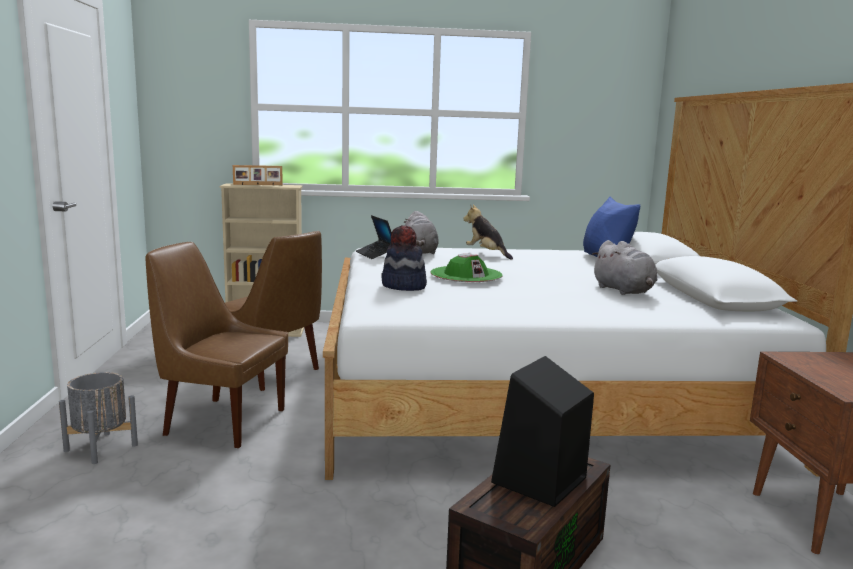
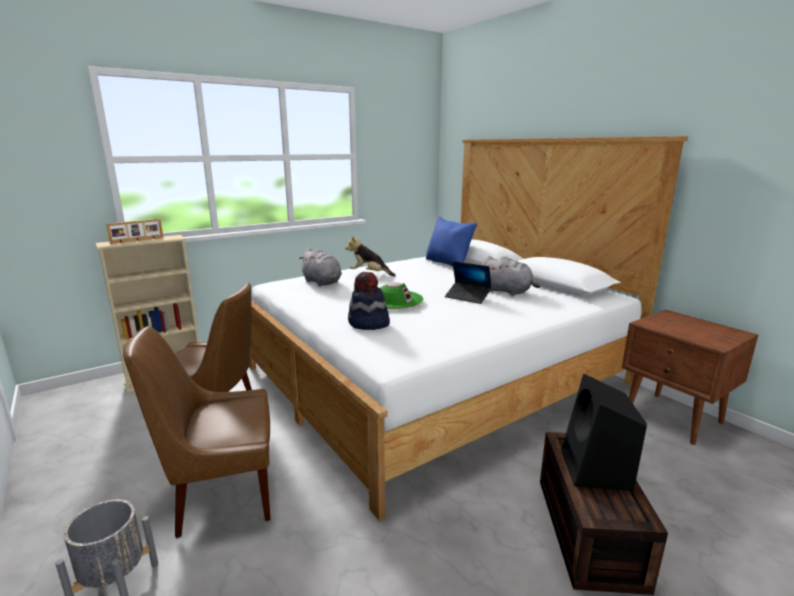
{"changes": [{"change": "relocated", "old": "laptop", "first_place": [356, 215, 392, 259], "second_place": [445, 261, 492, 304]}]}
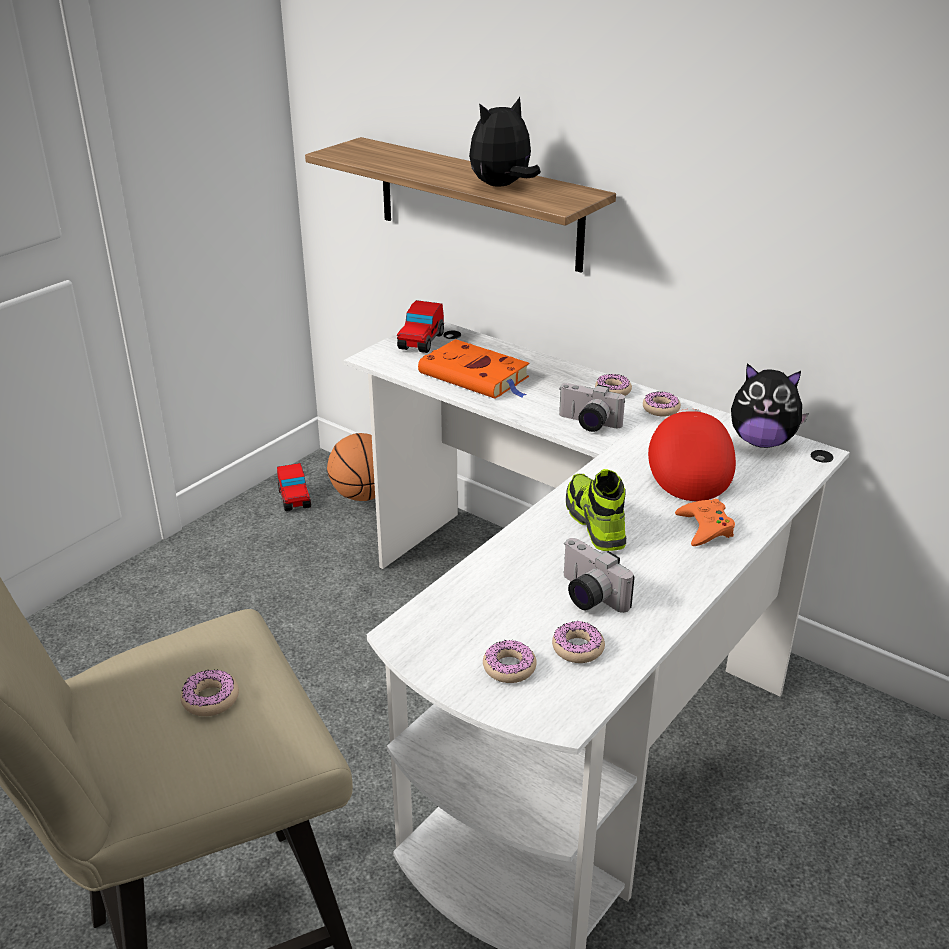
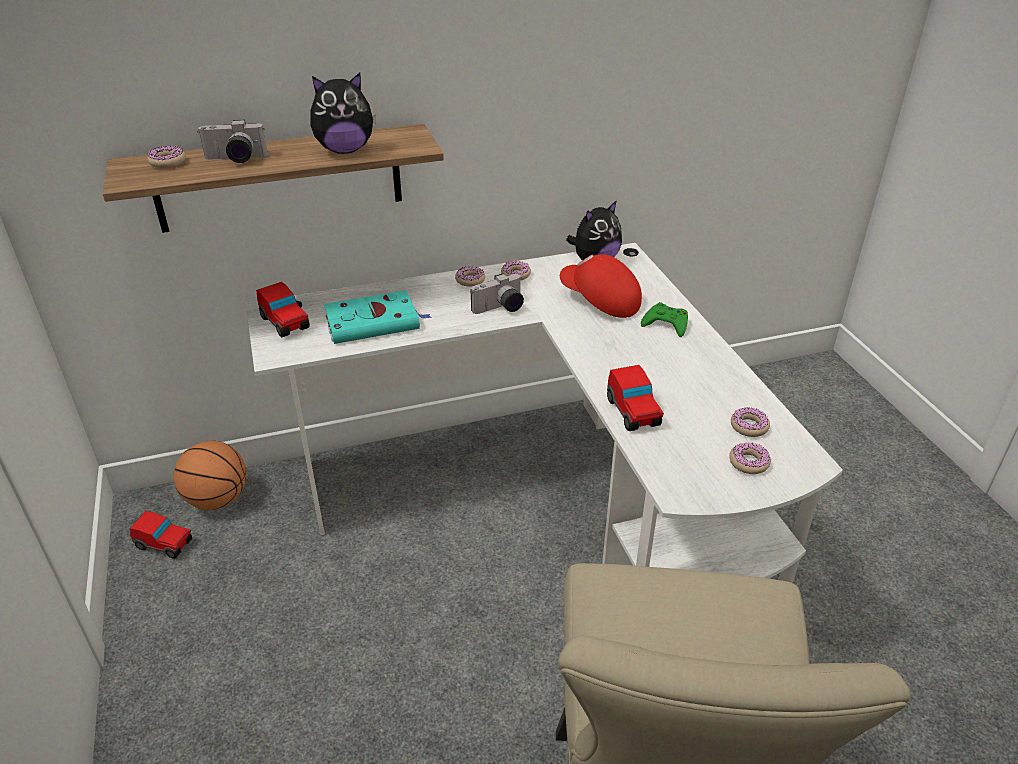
{"changes": [{"change": "missing", "old": "shoe", "first_place": [566, 469, 626, 551]}, {"change": "appeared", "new": "toy car", "second_place": [607, 365, 664, 431]}, {"change": "relocated", "old": "donut", "first_place": [180, 670, 239, 716], "second_place": [147, 146, 186, 168]}, {"change": "relocated", "old": "photo camera", "first_place": [564, 538, 635, 613], "second_place": [197, 120, 268, 163]}, {"change": "colour", "old": "orange book", "new": "turquoise book", "first_place": [418, 339, 529, 399], "second_place": [324, 290, 431, 344]}, {"change": "colour", "old": "orange game controller", "new": "green game controller", "first_place": [675, 499, 735, 546], "second_place": [641, 302, 688, 337]}, {"change": "spun", "old": "plush toy", "first_place": [469, 97, 541, 187], "second_place": [310, 73, 376, 154], "degrees": -105}]}
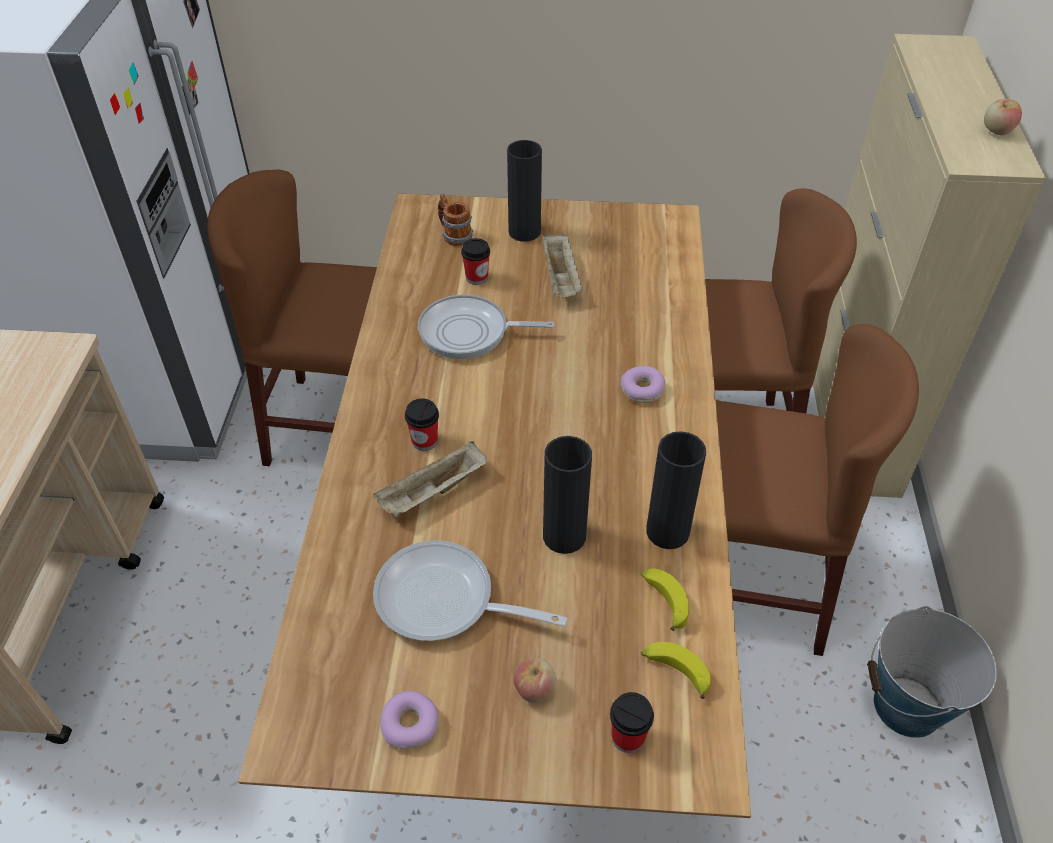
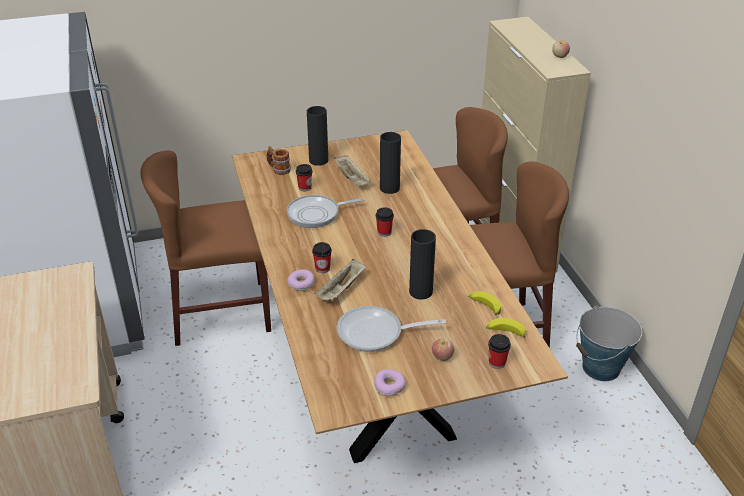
{"changes": [{"change": "appeared", "new": "cup", "second_place": [376, 207, 394, 237]}, {"change": "relocated", "old": "donut", "first_place": [620, 366, 665, 403], "second_place": [287, 269, 315, 291]}, {"change": "relocated", "old": "black vase", "first_place": [646, 431, 706, 549], "second_place": [380, 132, 401, 194]}]}
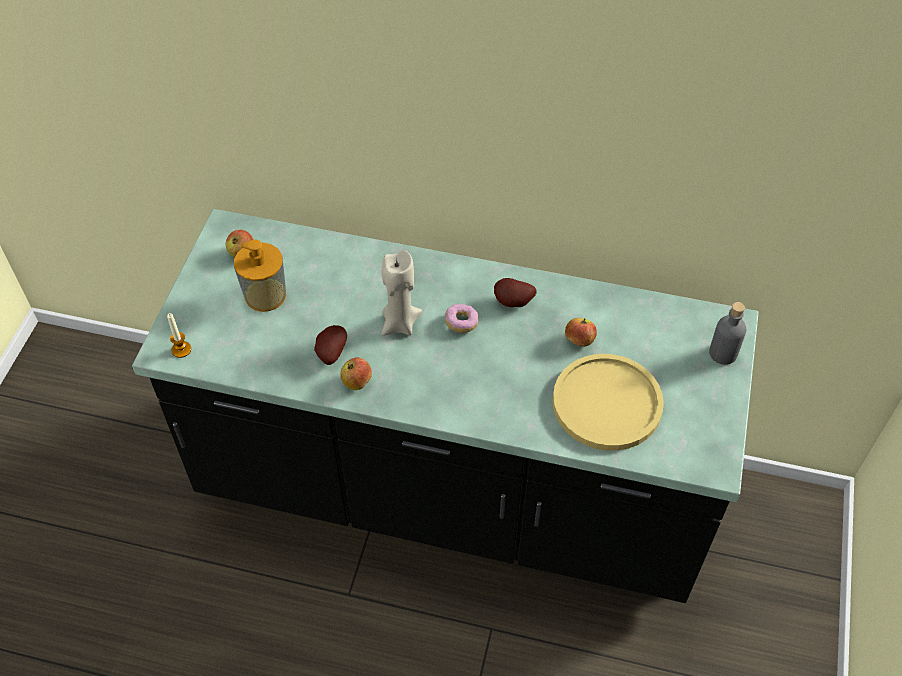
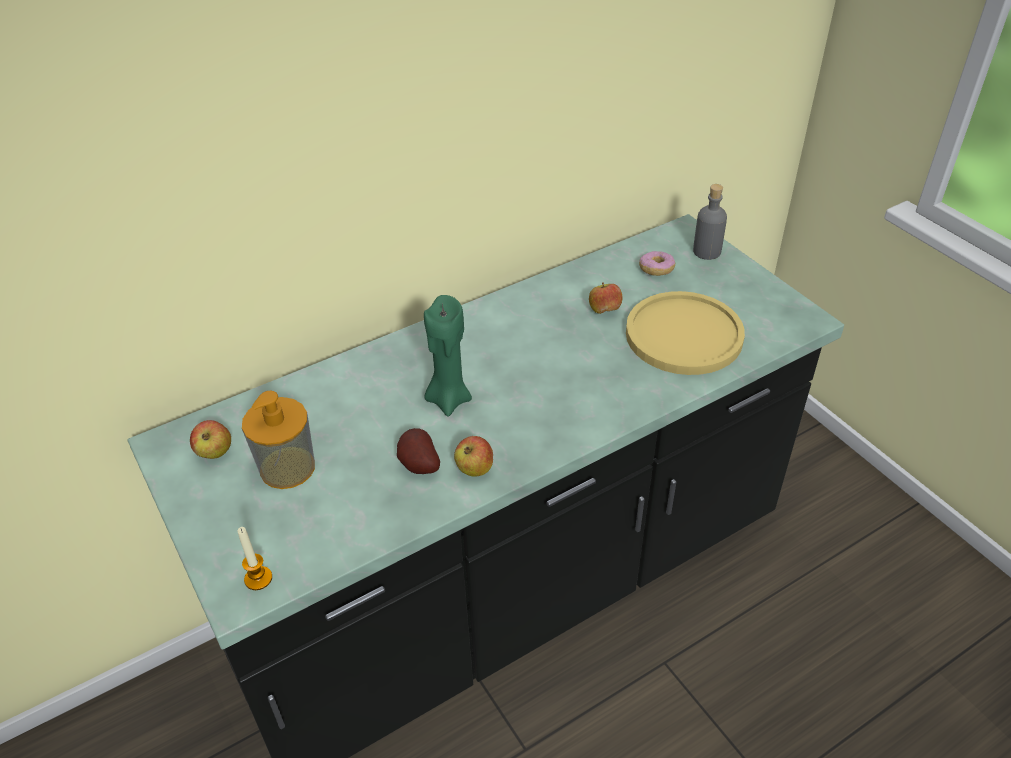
{"changes": [{"change": "missing", "old": "potato", "first_place": [494, 278, 536, 307]}, {"change": "relocated", "old": "donut", "first_place": [445, 304, 478, 333], "second_place": [639, 251, 675, 276]}, {"change": "colour", "old": "beige candle", "new": "green candle", "first_place": [381, 250, 422, 336], "second_place": [424, 295, 472, 417]}]}
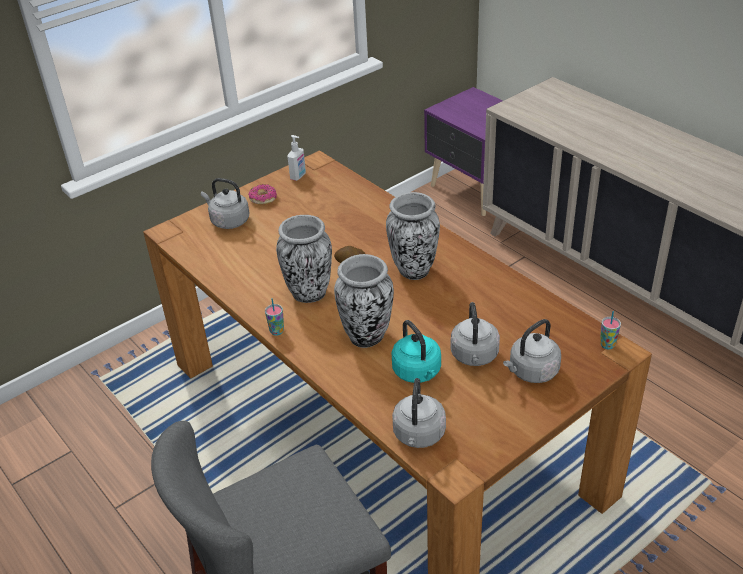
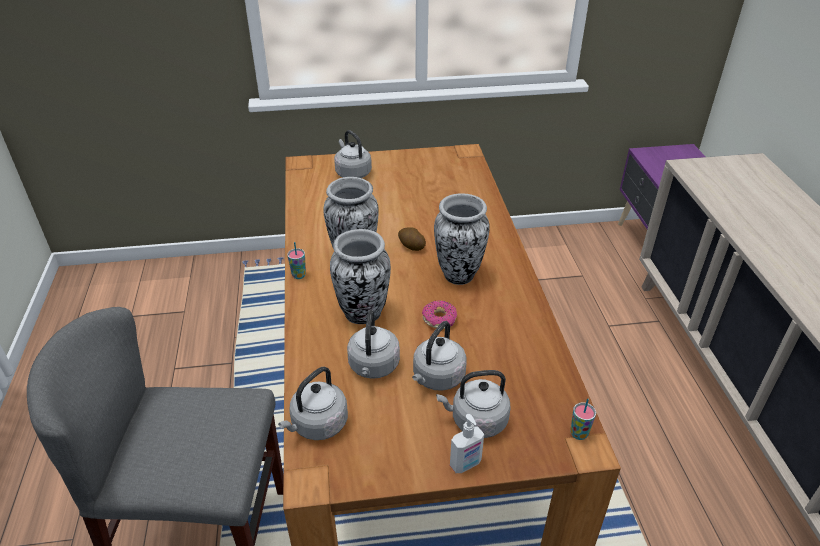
{"changes": [{"change": "relocated", "old": "donut", "first_place": [248, 184, 277, 205], "second_place": [422, 300, 457, 329]}, {"change": "relocated", "old": "soap dispenser", "first_place": [288, 135, 306, 181], "second_place": [450, 414, 484, 473]}, {"change": "colour", "old": "turquoise kettle", "new": "grey kettle", "first_place": [392, 320, 441, 383], "second_place": [347, 310, 400, 379]}]}
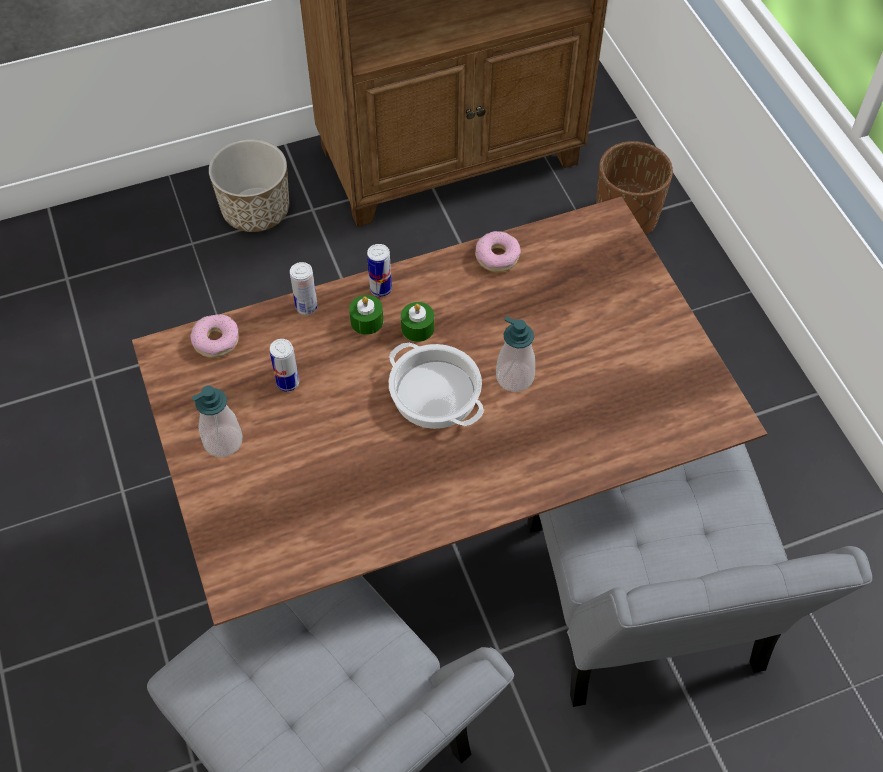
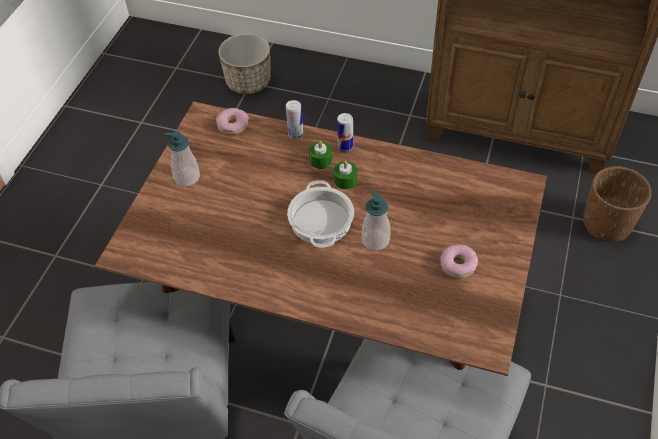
{"changes": [{"change": "missing", "old": "can", "first_place": [270, 339, 299, 392]}, {"change": "relocated", "old": "planter", "first_place": [209, 139, 289, 232], "second_place": [218, 33, 271, 94]}, {"change": "relocated", "old": "donut", "first_place": [475, 231, 521, 272], "second_place": [440, 244, 478, 278]}]}
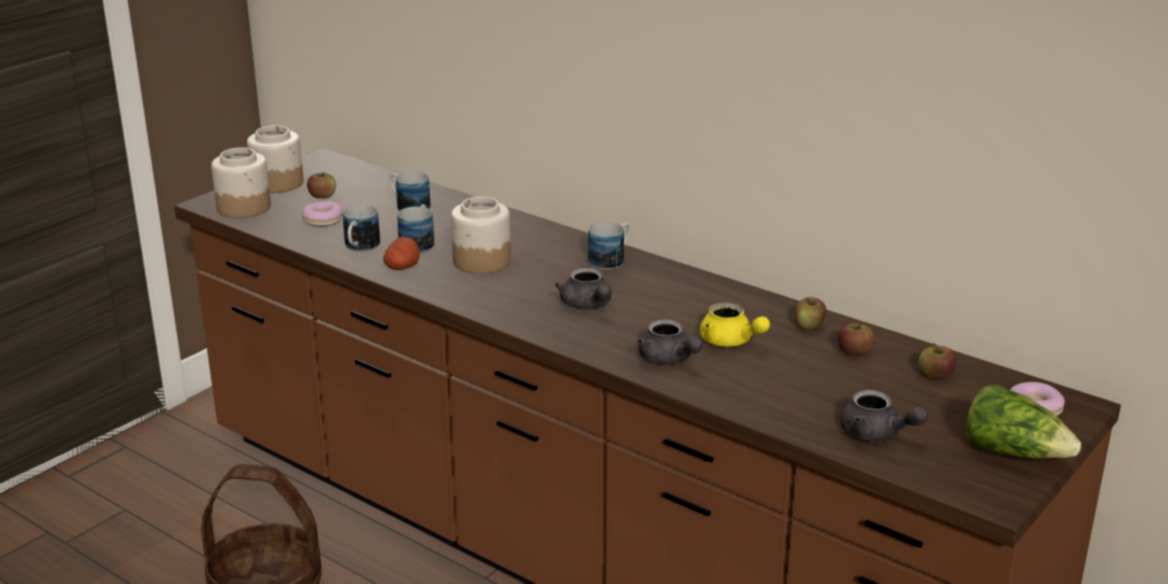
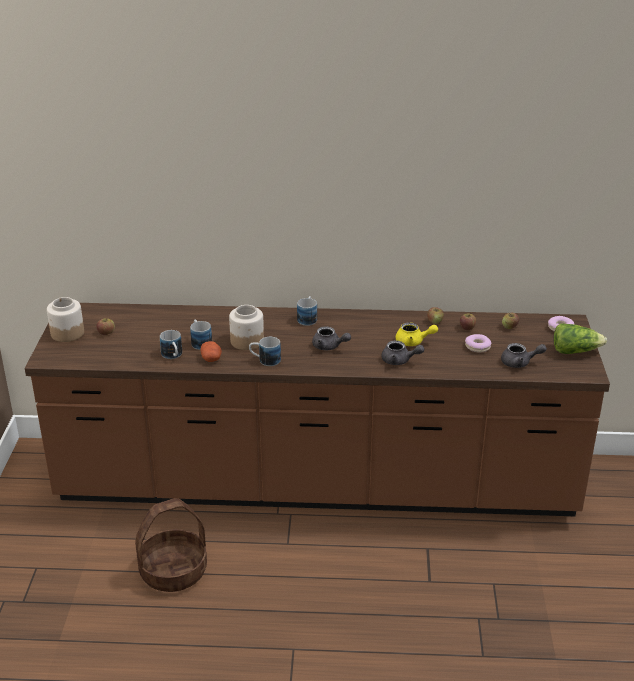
{"changes": [{"change": "missing", "old": "jar", "first_place": [211, 147, 271, 218]}, {"change": "relocated", "old": "donut", "first_place": [302, 201, 343, 227], "second_place": [465, 334, 491, 353]}, {"change": "relocated", "old": "mug", "first_place": [389, 171, 431, 211], "second_place": [249, 337, 281, 366]}]}
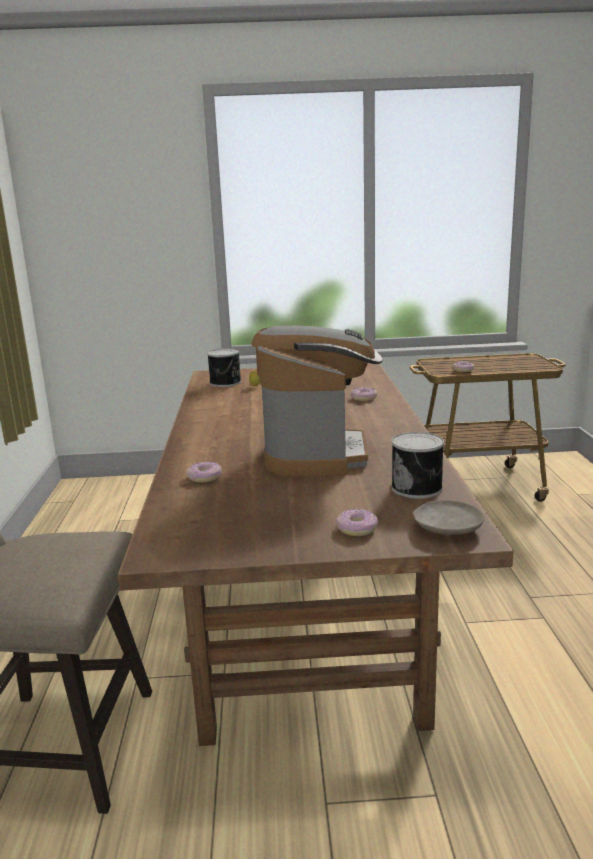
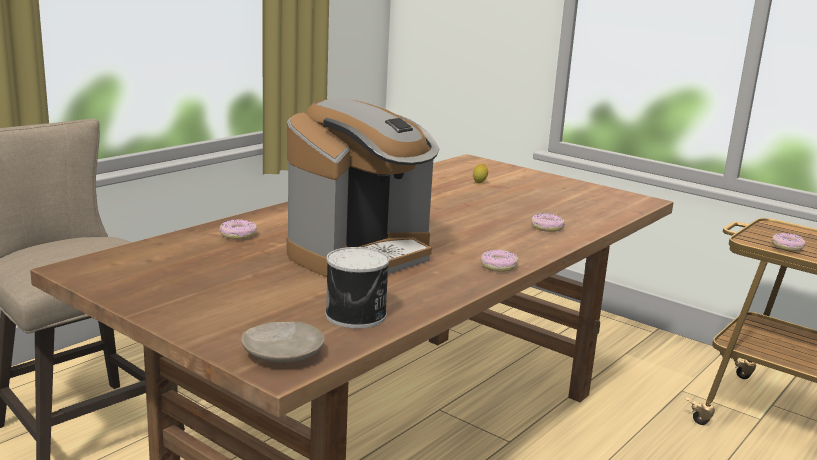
{"changes": [{"change": "missing", "old": "can", "first_place": [207, 348, 241, 387]}, {"change": "relocated", "old": "donut", "first_place": [336, 509, 378, 536], "second_place": [480, 250, 519, 272]}]}
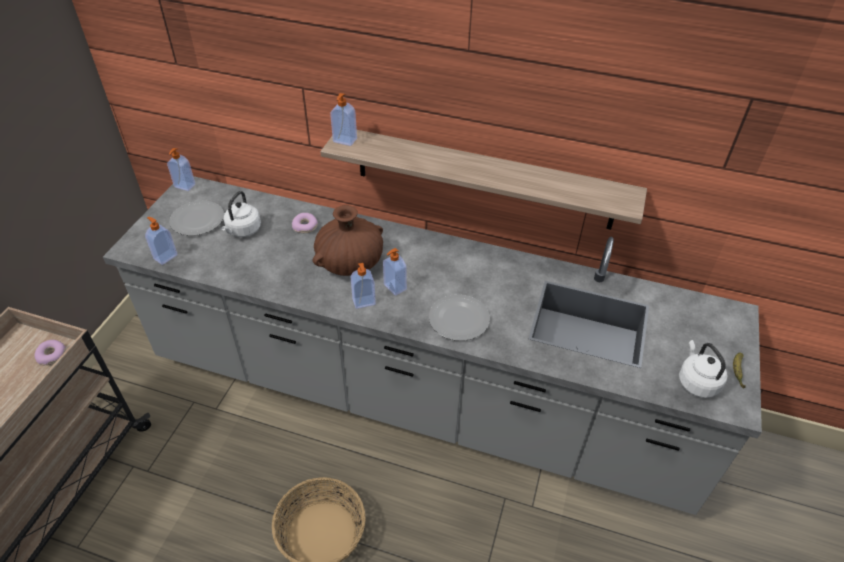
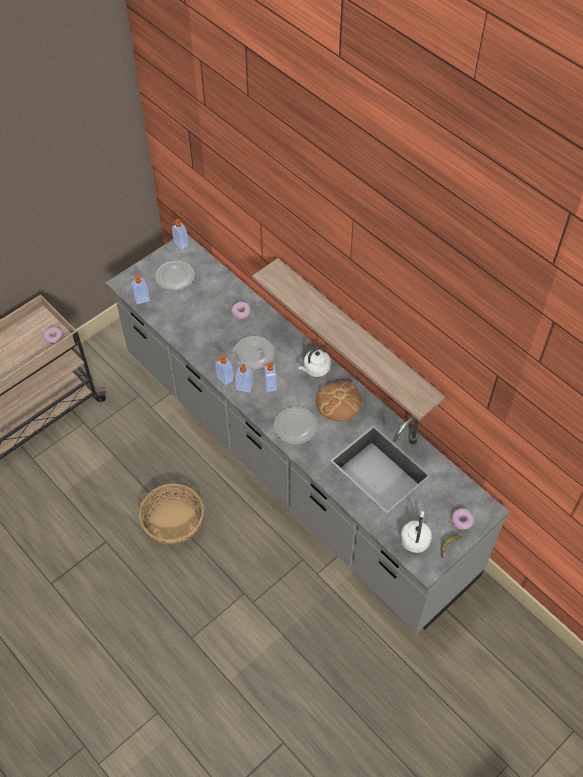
{"changes": [{"change": "appeared", "new": "bread", "second_place": [316, 381, 361, 421]}, {"change": "appeared", "new": "donut", "second_place": [452, 508, 474, 530]}, {"change": "relocated", "old": "white kettle", "first_place": [221, 191, 261, 237], "second_place": [299, 344, 331, 377]}, {"change": "relocated", "old": "soap dispenser", "first_place": [330, 93, 357, 146], "second_place": [215, 355, 234, 385]}, {"change": "exchanged", "old": "brown vase", "new": "plate", "first_place": [313, 205, 383, 276], "second_place": [233, 336, 275, 370]}]}
